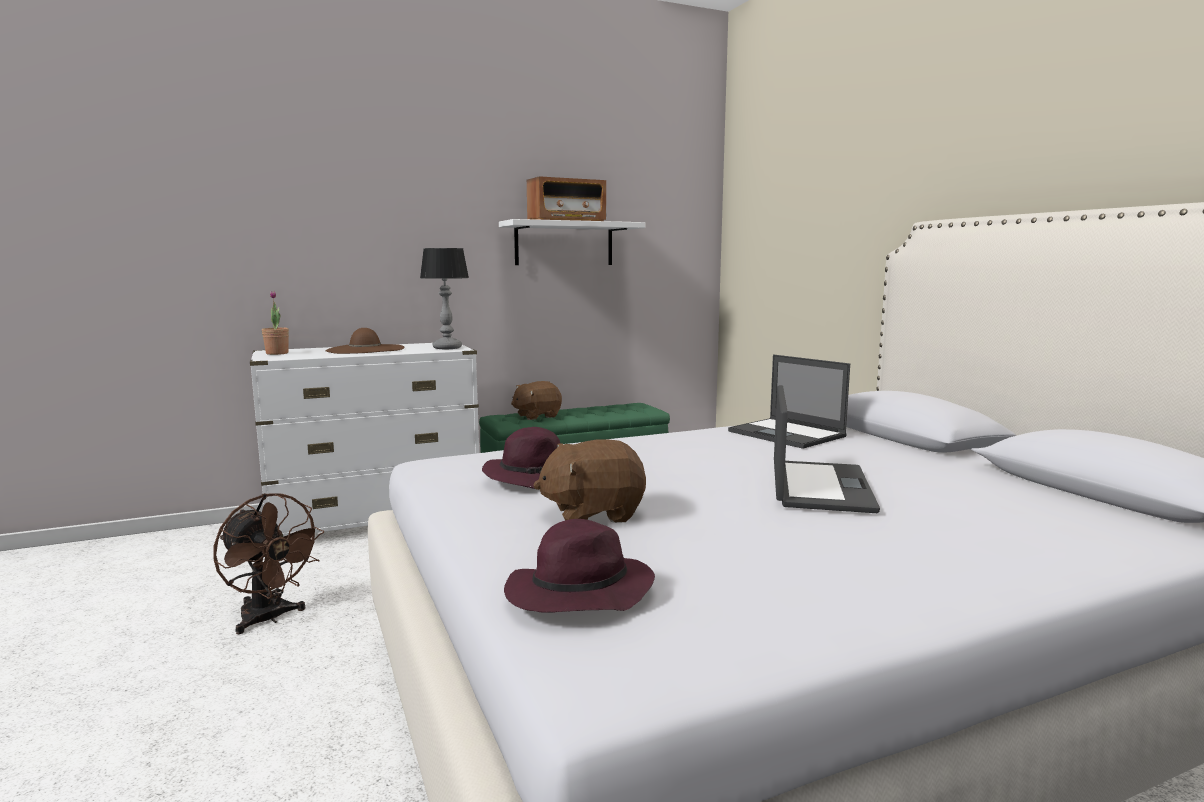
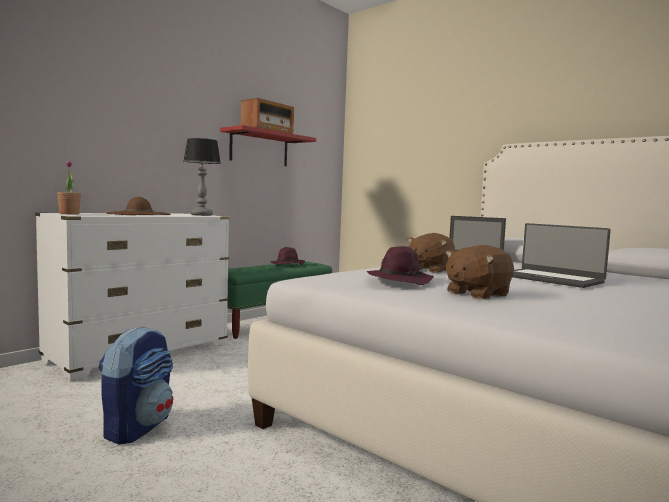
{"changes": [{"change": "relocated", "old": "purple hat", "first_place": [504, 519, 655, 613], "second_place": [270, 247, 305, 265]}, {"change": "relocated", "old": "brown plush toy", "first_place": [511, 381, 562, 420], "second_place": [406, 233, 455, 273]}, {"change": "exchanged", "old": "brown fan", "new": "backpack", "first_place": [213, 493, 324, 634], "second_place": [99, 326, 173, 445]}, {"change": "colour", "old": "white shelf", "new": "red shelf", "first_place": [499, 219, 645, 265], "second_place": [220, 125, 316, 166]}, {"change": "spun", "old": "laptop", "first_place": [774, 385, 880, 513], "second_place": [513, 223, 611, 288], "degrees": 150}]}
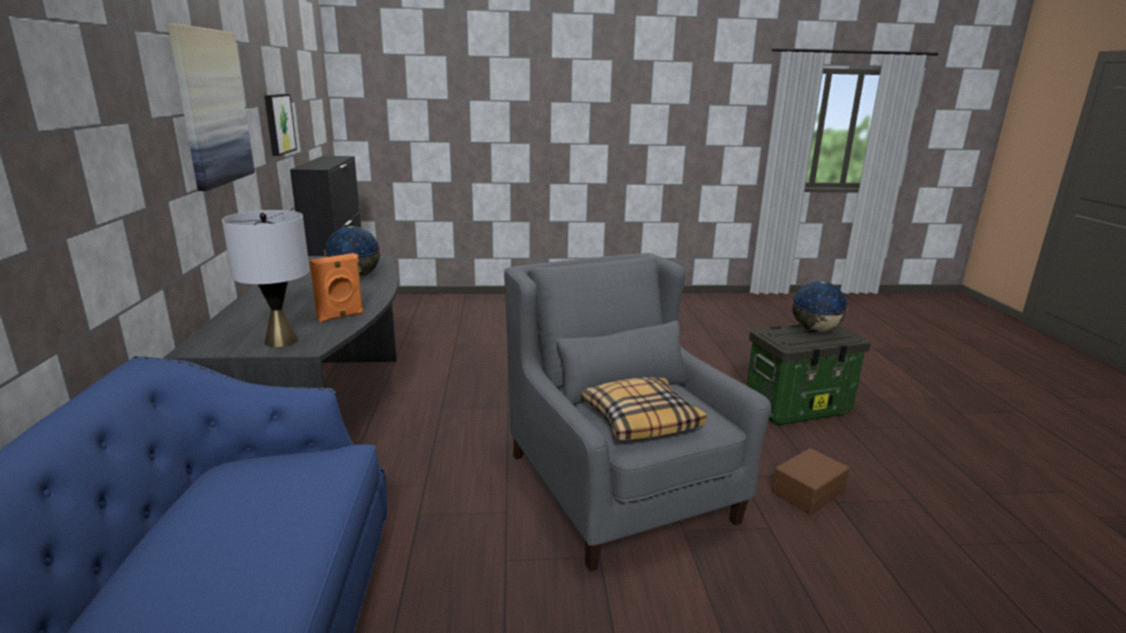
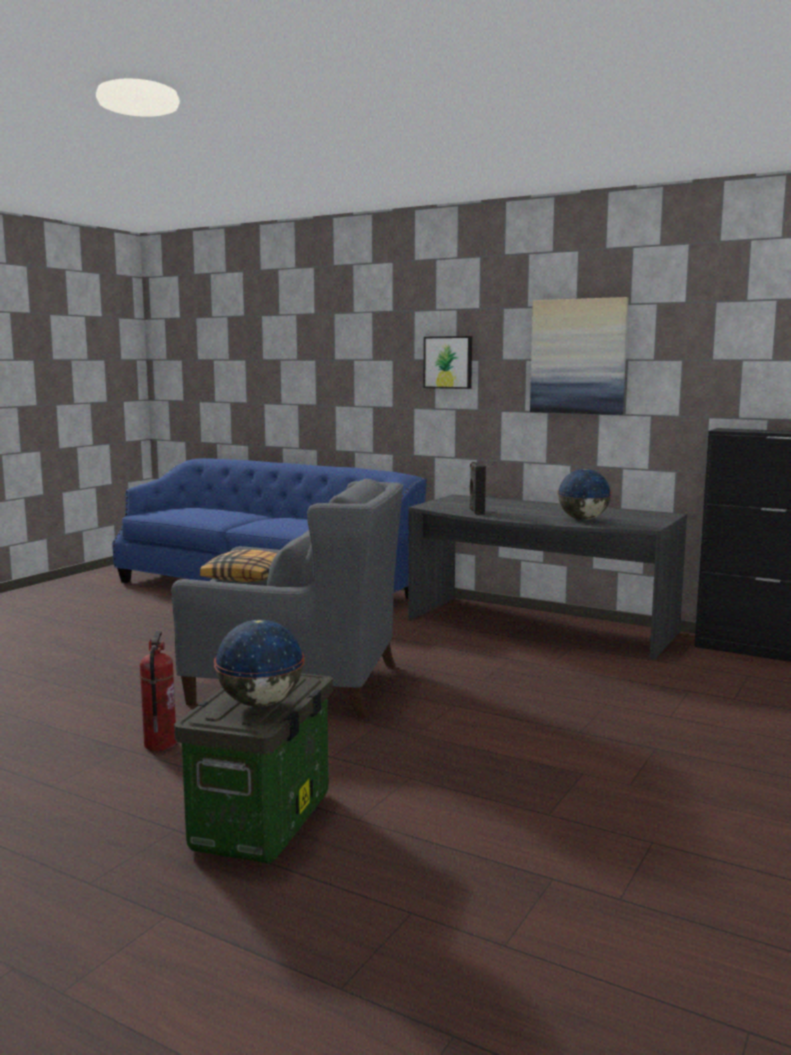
{"changes": [{"change": "missing", "old": "grey table lamp", "first_place": [222, 210, 310, 347]}, {"change": "relocated", "old": "picture", "first_place": [264, 94, 297, 156], "second_place": [424, 336, 472, 389]}, {"change": "exchanged", "old": "brown storage box", "new": "fire extinguisher", "first_place": [772, 448, 850, 515], "second_place": [140, 631, 177, 751]}, {"change": "colour", "old": "orange speaker", "new": "black speaker", "first_place": [310, 253, 364, 323], "second_place": [469, 462, 486, 515]}]}
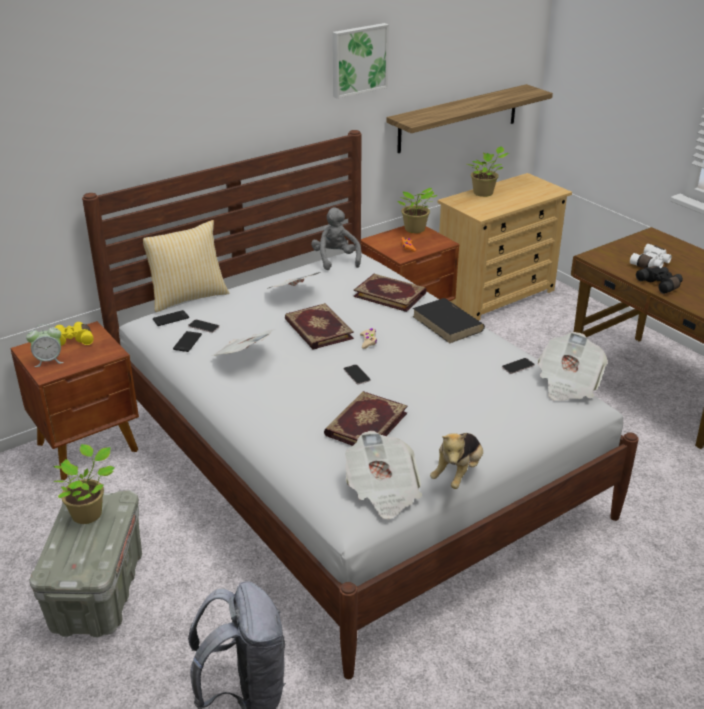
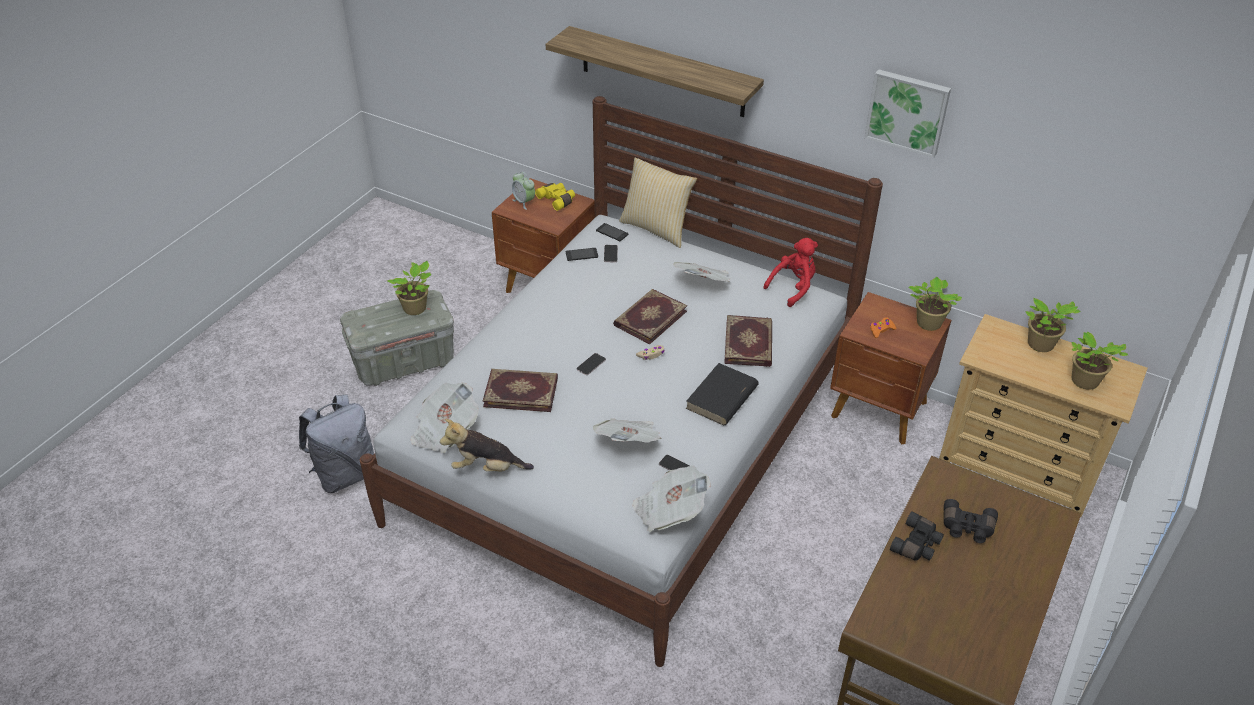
{"changes": [{"change": "appeared", "new": "potted plant", "second_place": [1072, 331, 1128, 390]}, {"change": "relocated", "old": "newspaper", "first_place": [212, 329, 275, 356], "second_place": [593, 418, 661, 443]}, {"change": "relocated", "old": "shelf", "first_place": [386, 84, 553, 153], "second_place": [546, 26, 764, 117]}, {"change": "colour", "old": "grey plush toy", "new": "red plush toy", "first_place": [311, 207, 361, 270], "second_place": [763, 238, 818, 307]}, {"change": "colour", "old": "white binoculars", "new": "black binoculars", "first_place": [630, 244, 672, 268], "second_place": [944, 499, 998, 543]}]}
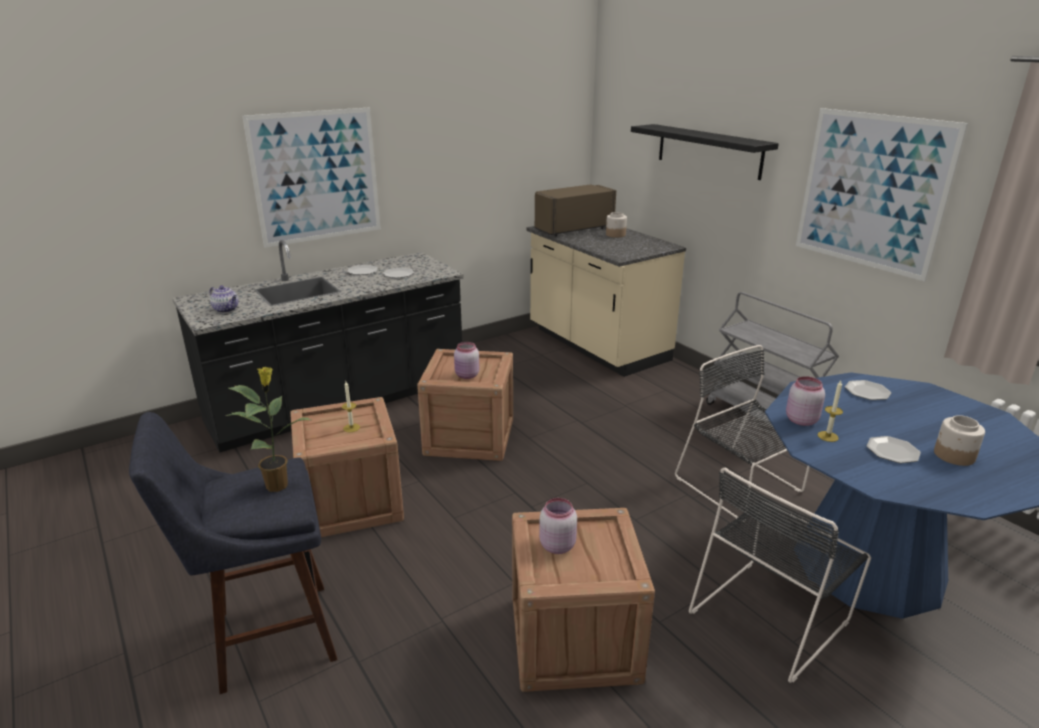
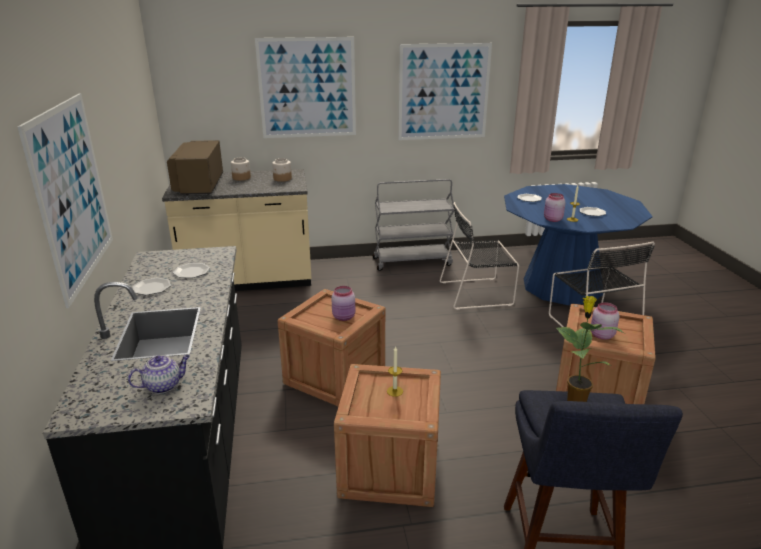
{"changes": [{"change": "relocated", "old": "jar", "first_place": [934, 415, 985, 466], "second_place": [272, 158, 292, 182]}, {"change": "exchanged", "old": "black shelf", "new": "picture", "first_place": [631, 124, 779, 180], "second_place": [255, 37, 356, 138]}]}
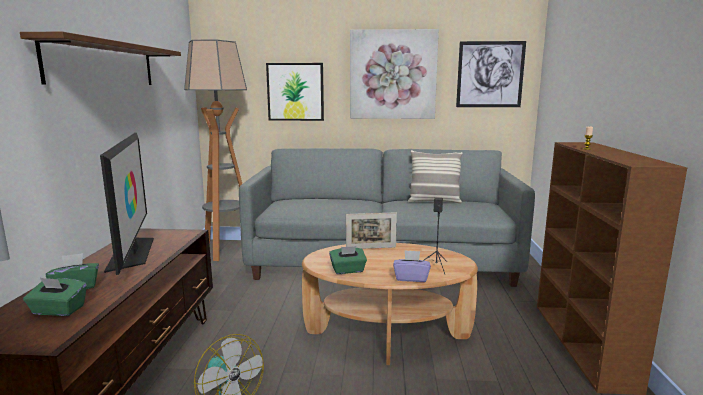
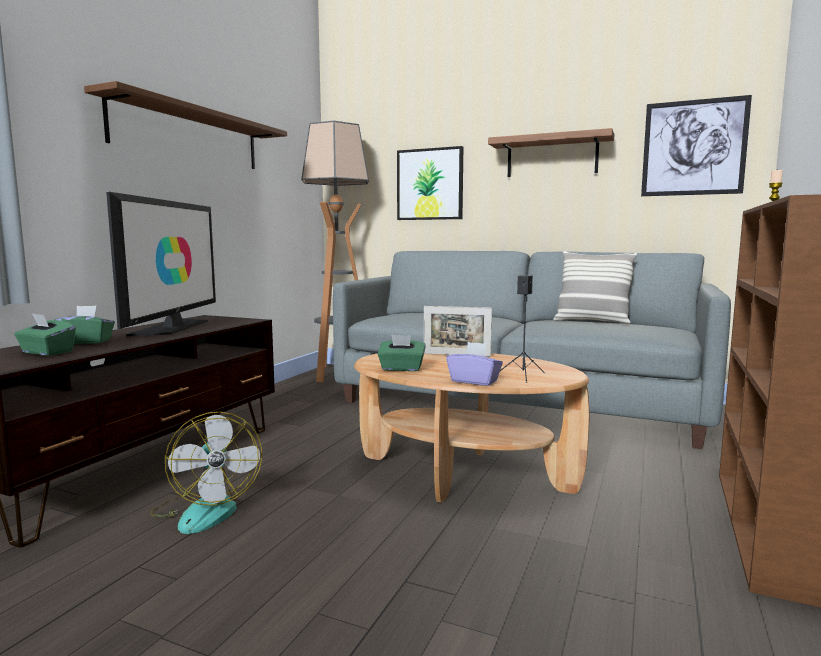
{"changes": [{"change": "exchanged", "old": "picture", "new": "shelf", "first_place": [350, 29, 439, 119], "second_place": [488, 128, 614, 177]}]}
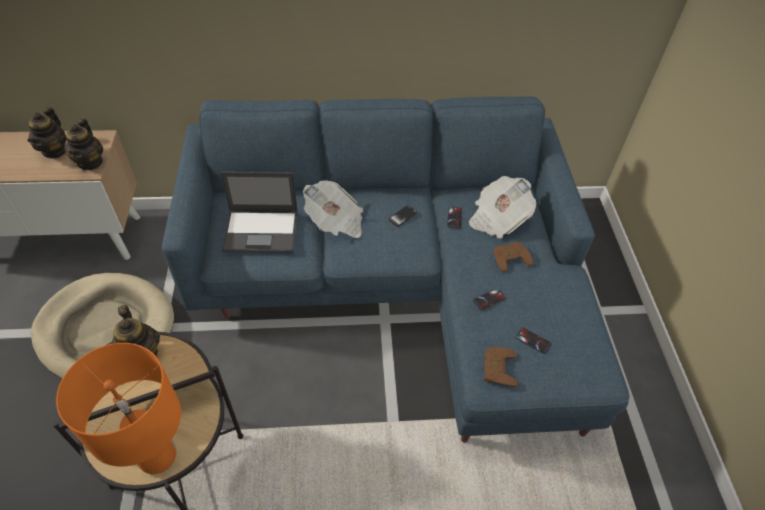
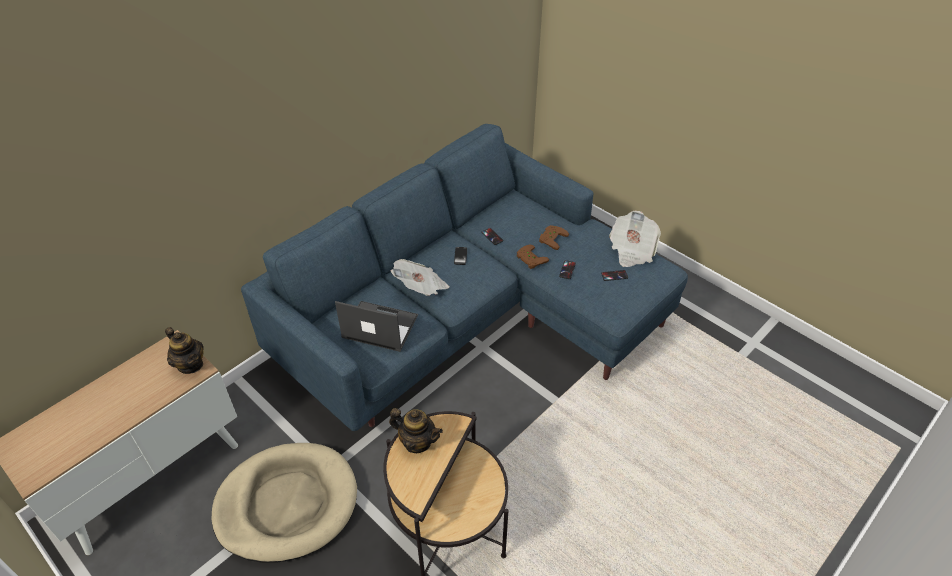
{"changes": [{"change": "missing", "old": "teapot", "first_place": [27, 107, 67, 159]}, {"change": "missing", "old": "orange table lamp", "first_place": [56, 343, 181, 474]}, {"change": "relocated", "old": "newspaper", "first_place": [469, 176, 536, 239], "second_place": [609, 211, 661, 267]}, {"change": "relocated", "old": "brown game controller", "first_place": [484, 347, 517, 387], "second_place": [517, 245, 549, 269]}, {"change": "spun", "old": "laptop", "first_place": [220, 172, 298, 253], "second_place": [335, 301, 418, 352], "degrees": -120}]}
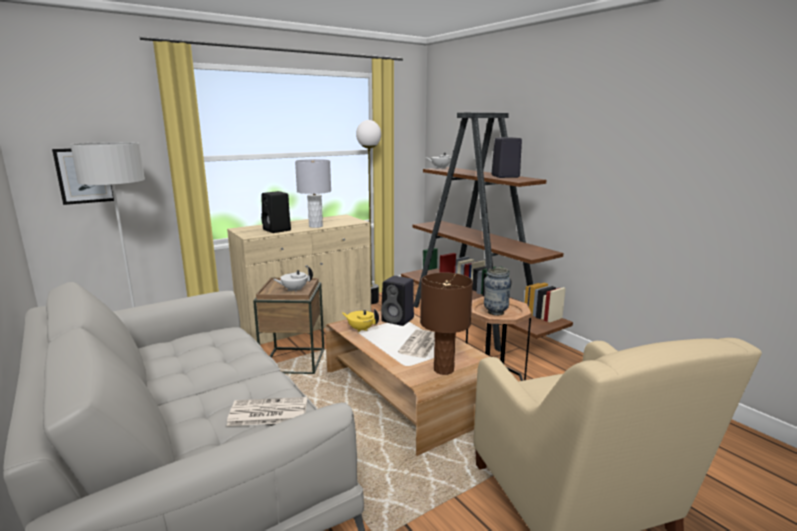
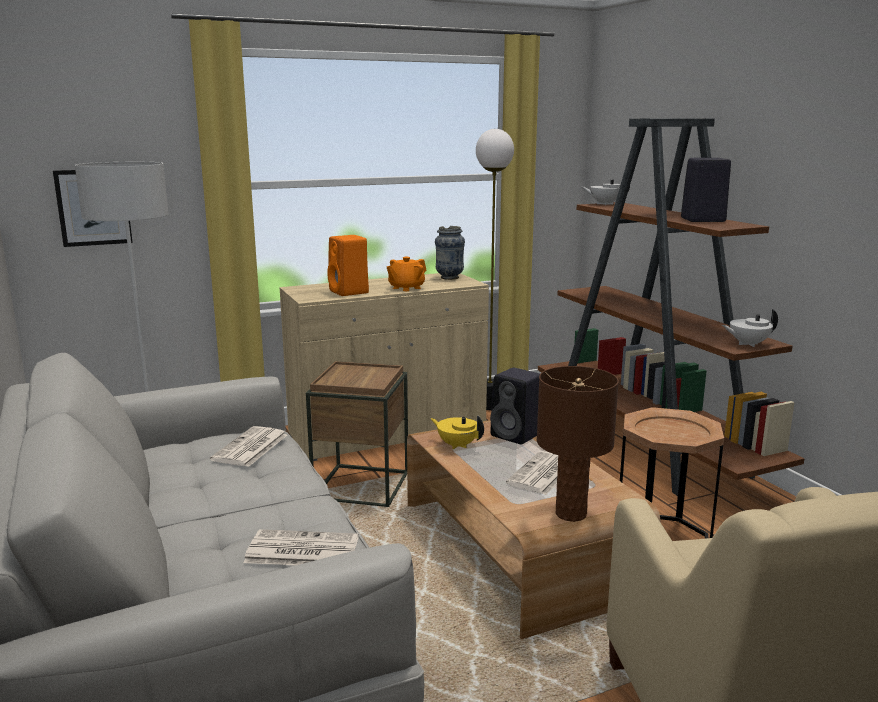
{"changes": [{"change": "appeared", "new": "newspaper", "second_place": [210, 426, 287, 467]}, {"change": "relocated", "old": "white teapot", "first_place": [273, 267, 313, 292], "second_place": [722, 309, 778, 347]}, {"change": "relocated", "old": "vase", "first_place": [484, 267, 512, 316], "second_place": [435, 226, 465, 280]}, {"change": "exchanged", "old": "grey table lamp", "new": "orange teapot", "first_place": [295, 159, 331, 228], "second_place": [387, 257, 427, 291]}, {"change": "colour", "old": "black speaker", "new": "orange speaker", "first_place": [261, 191, 291, 233], "second_place": [327, 235, 369, 296]}]}
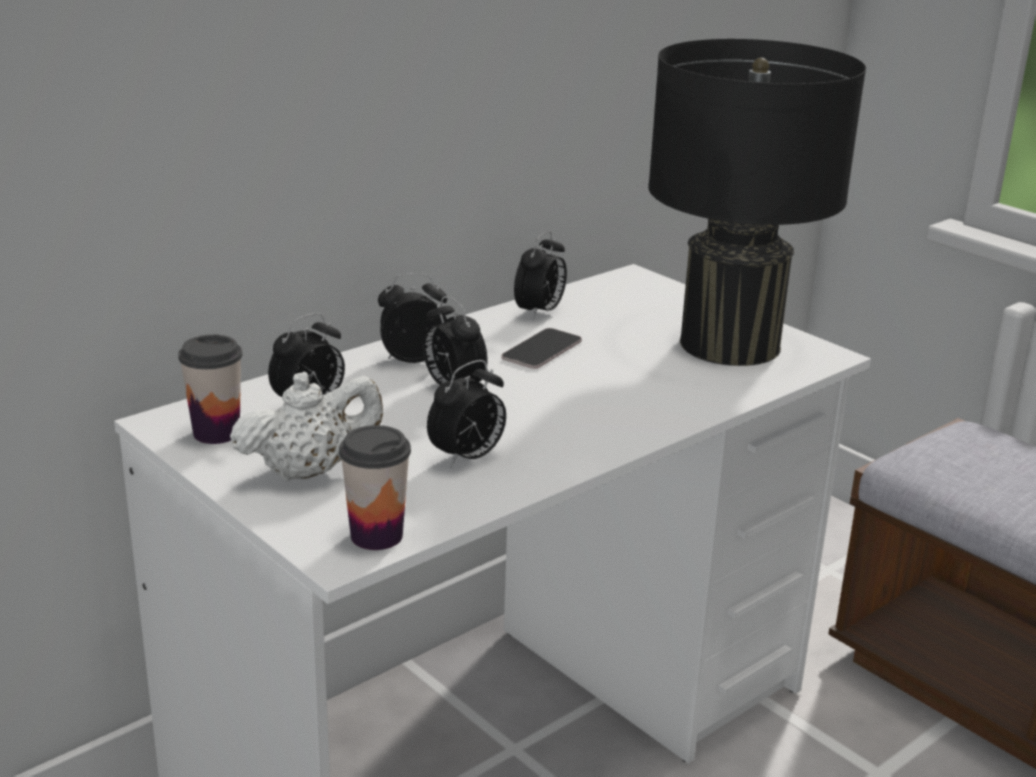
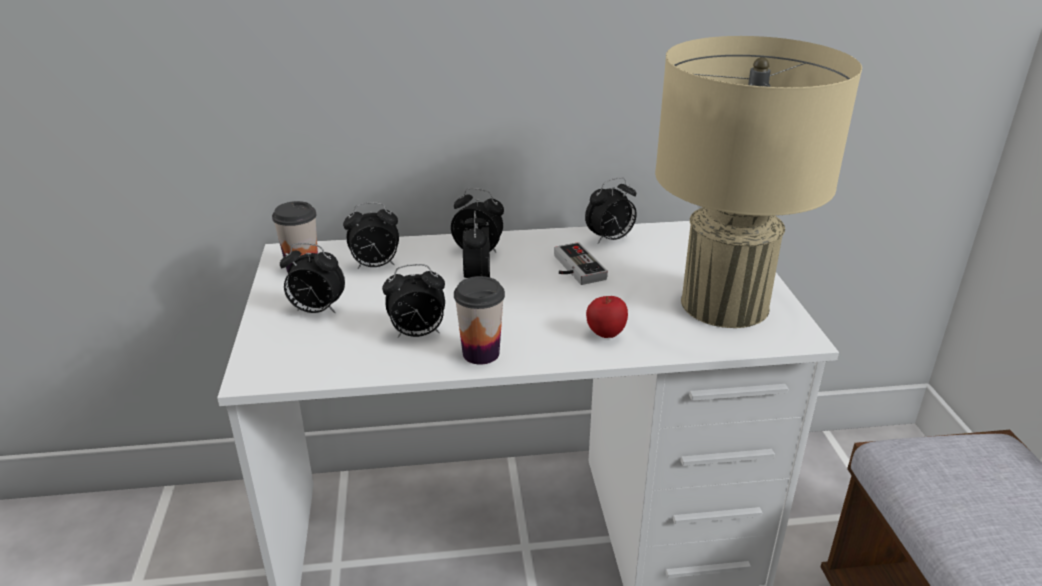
{"changes": [{"change": "appeared", "new": "apple", "second_place": [586, 296, 628, 338]}, {"change": "relocated", "old": "cup", "first_place": [339, 425, 411, 550], "second_place": [454, 276, 505, 365]}, {"change": "exchanged", "old": "white teapot", "new": "alarm clock", "first_place": [230, 372, 383, 481], "second_place": [280, 243, 345, 314]}, {"change": "exchanged", "old": "phone", "new": "game controller", "first_place": [501, 328, 582, 369], "second_place": [554, 242, 608, 285]}, {"change": "colour", "old": "black table lamp", "new": "beige table lamp", "first_place": [648, 39, 866, 366], "second_place": [655, 36, 862, 328]}]}
